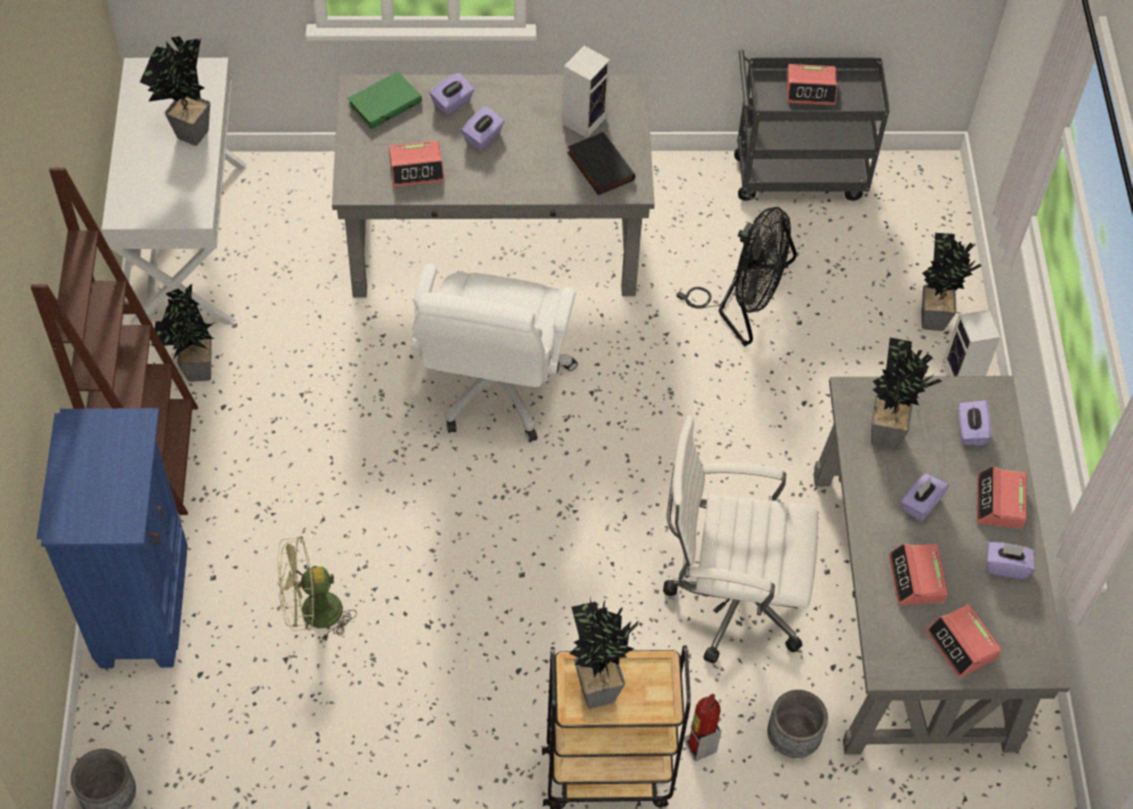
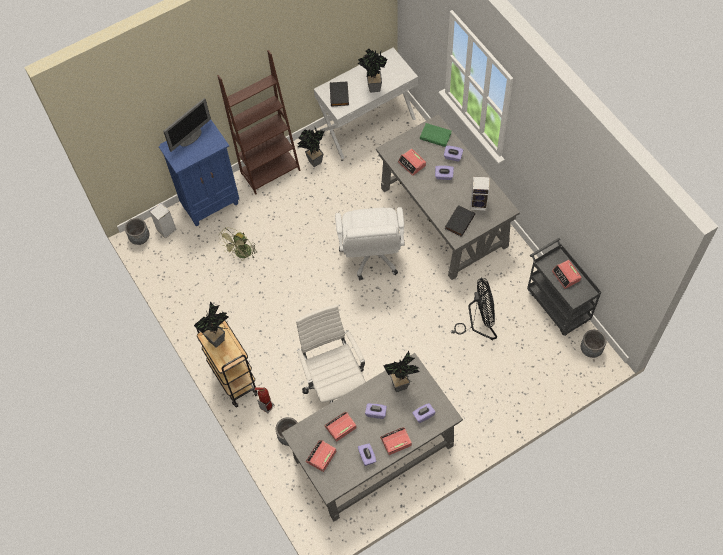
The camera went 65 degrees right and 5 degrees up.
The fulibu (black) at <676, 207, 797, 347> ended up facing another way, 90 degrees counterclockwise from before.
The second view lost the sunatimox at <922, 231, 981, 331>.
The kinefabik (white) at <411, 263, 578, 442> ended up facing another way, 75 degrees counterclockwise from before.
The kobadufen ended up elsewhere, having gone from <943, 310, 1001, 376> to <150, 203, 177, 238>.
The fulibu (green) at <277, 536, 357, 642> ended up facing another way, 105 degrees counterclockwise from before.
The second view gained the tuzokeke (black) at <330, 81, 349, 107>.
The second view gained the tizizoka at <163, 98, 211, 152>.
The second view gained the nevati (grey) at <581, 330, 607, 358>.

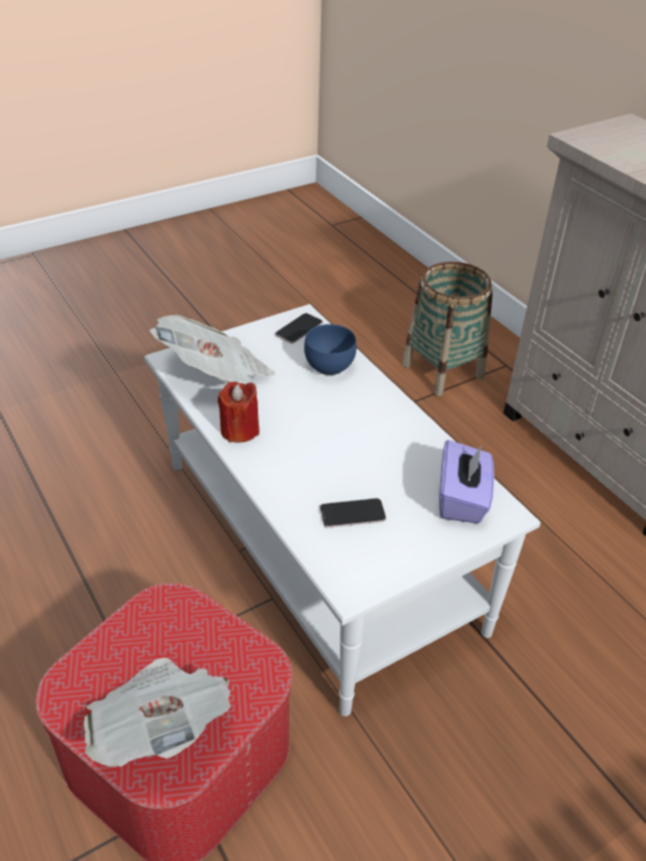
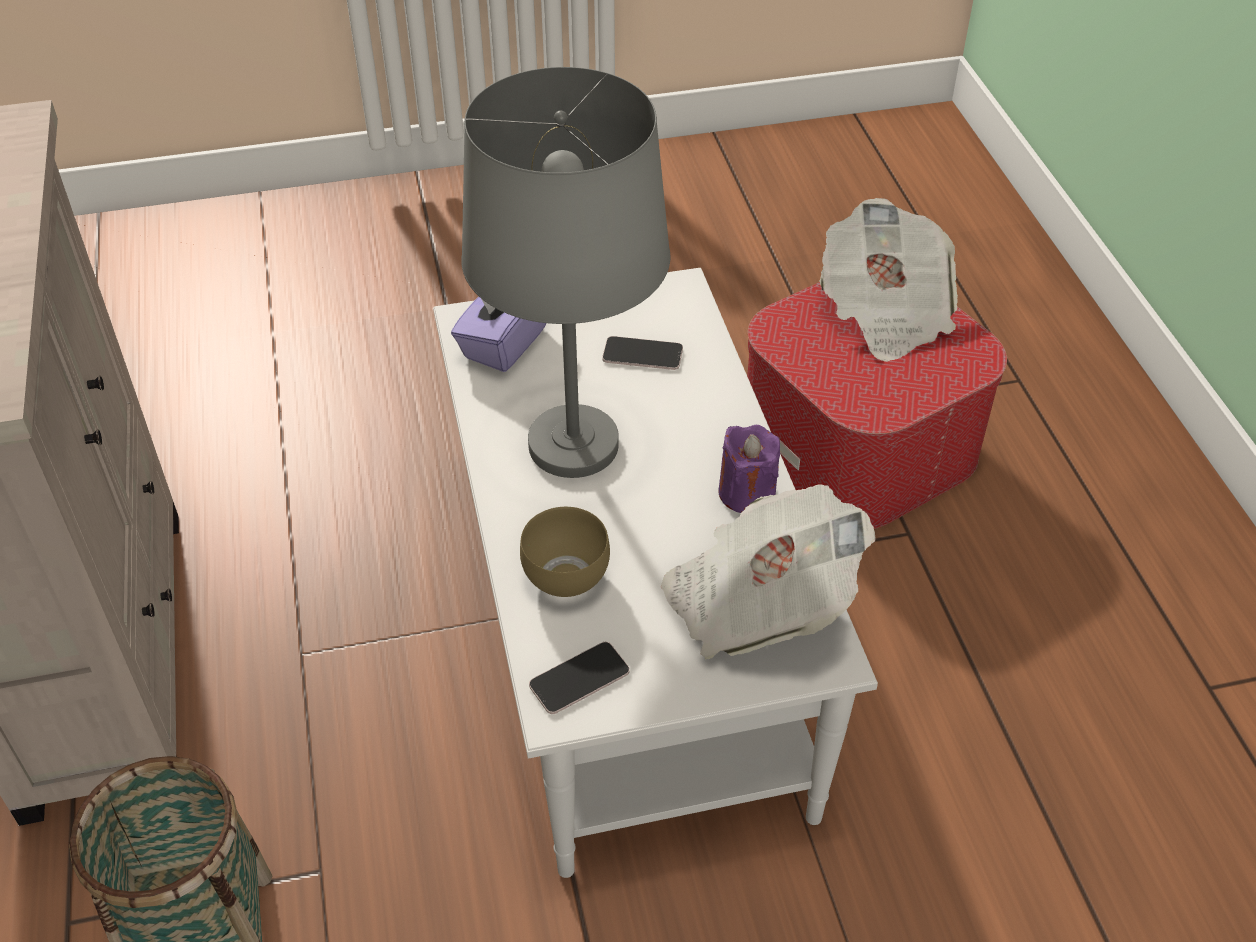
The camera went 160 degrees left and 5 degrees up.
What was the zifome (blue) at <304, 324, 356, 375> turned into the zifome (brown) at <520, 507, 610, 597>.
What was the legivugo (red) at <218, 382, 259, 443> turned into the legivugo (purple) at <718, 425, 780, 513>.
The second view gained the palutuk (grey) at <461, 67, 670, 478>.

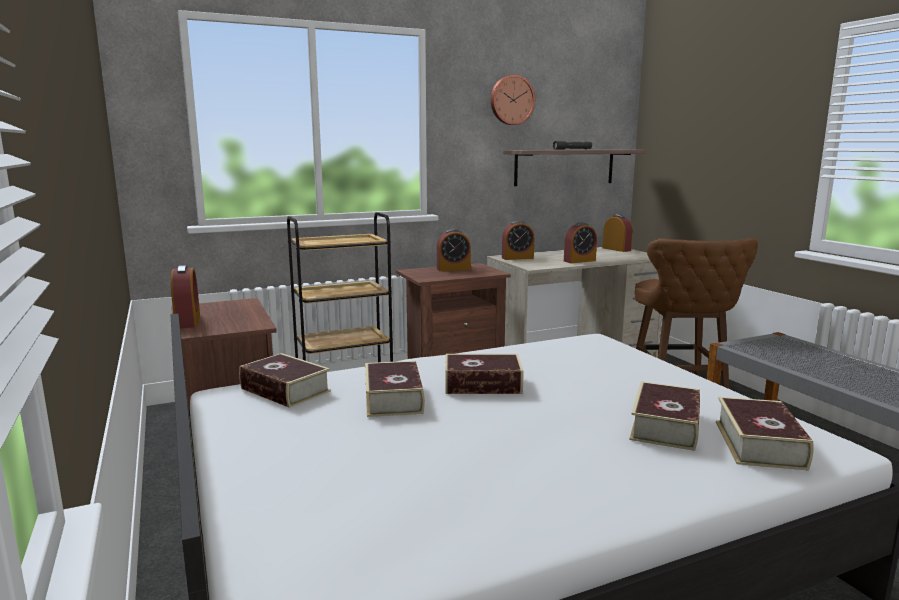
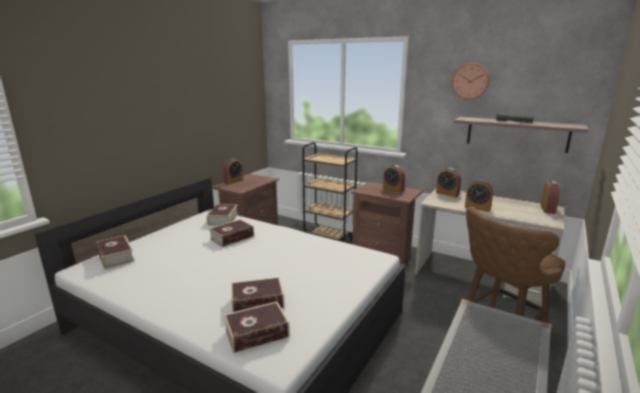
The camera went 55 degrees right and 5 degrees up.
The tuzokeke ended up elsewhere, having gone from <445, 354, 523, 394> to <96, 235, 135, 269>.

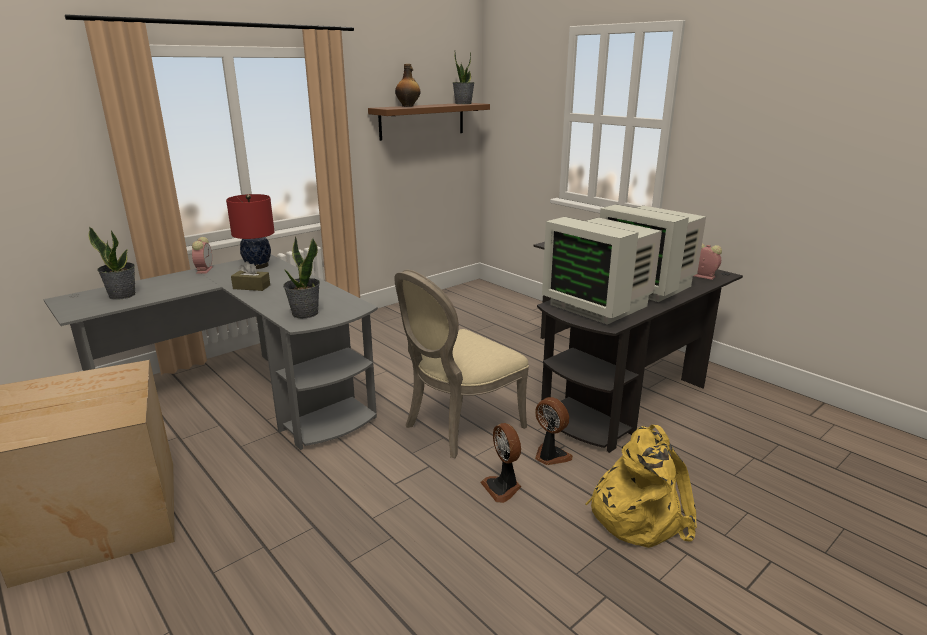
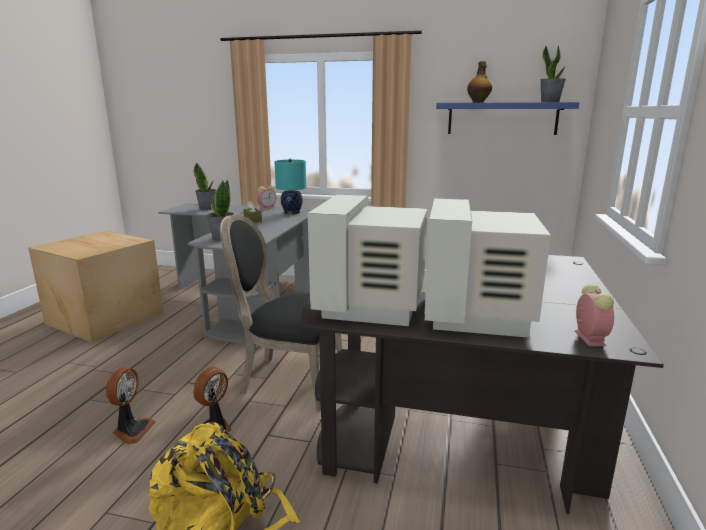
The camera went 55 degrees right and 5 degrees down.
What was the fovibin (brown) at <368, 103, 490, 141> turned into the fovibin (blue) at <436, 102, 579, 135>.
What was the palutuk (red) at <226, 194, 275, 269> turned into the palutuk (turquoise) at <275, 158, 306, 214>.
What was the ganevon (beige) at <394, 270, 529, 458> turned into the ganevon (black) at <220, 214, 342, 411>.
The fulibu ended up elsewhere, having gone from <535, 397, 573, 465> to <105, 367, 156, 444>.

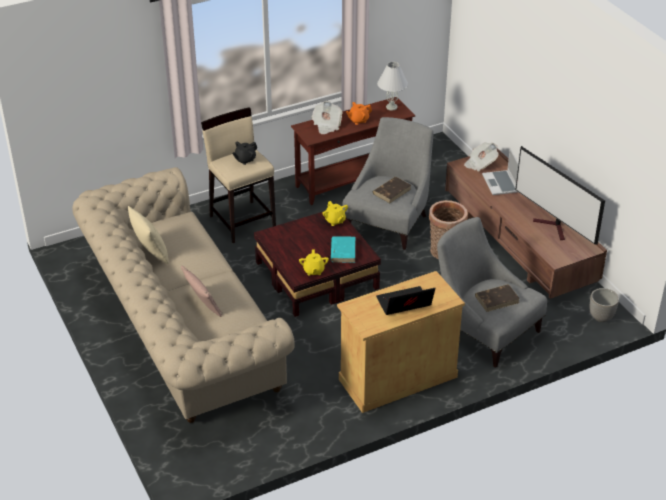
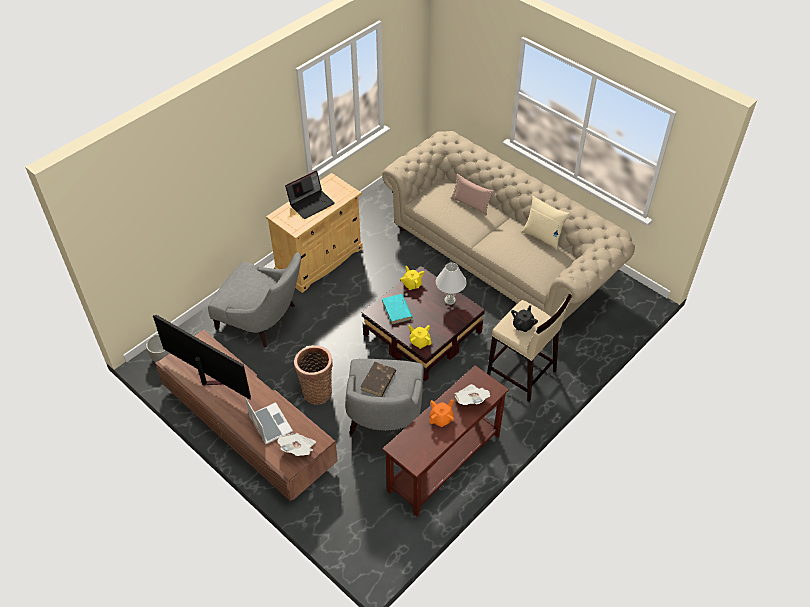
The camera went 160 degrees right and 10 degrees up.
The palutuk (white) ended up elsewhere, having gone from <377, 62, 408, 110> to <436, 262, 467, 305>.
The second view lost the tuzokeke (brown) at <475, 284, 520, 312>.

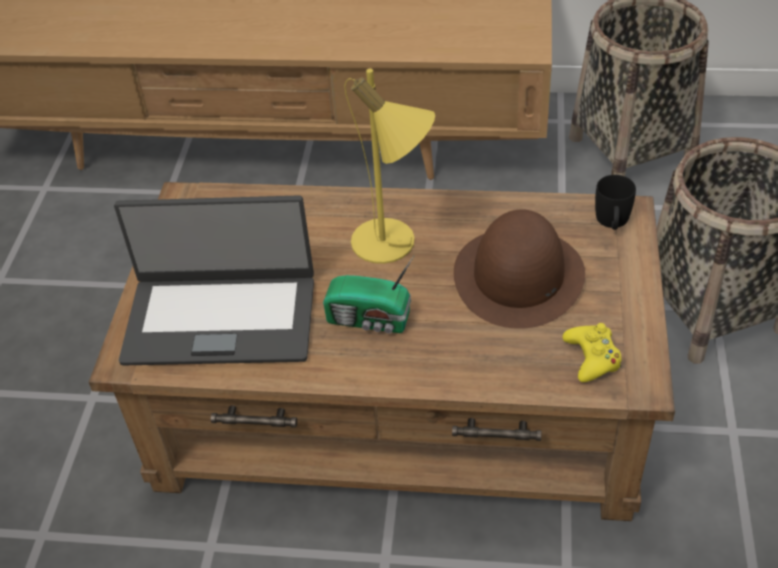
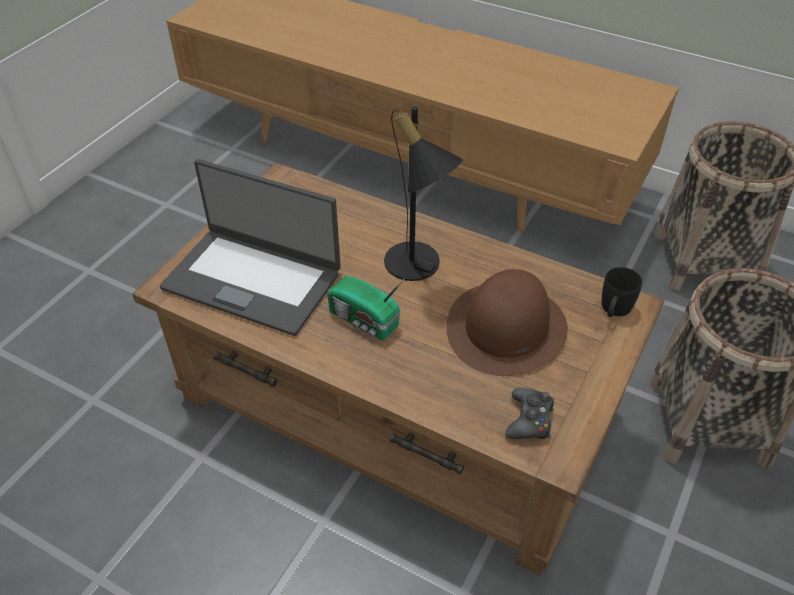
The camera went 20 degrees right and 0 degrees up.
What was the palutuk (yellow) at <344, 69, 435, 264> turned into the palutuk (black) at <384, 106, 463, 281>.
What was the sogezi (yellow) at <562, 323, 621, 382> turned into the sogezi (black) at <505, 388, 554, 439>.

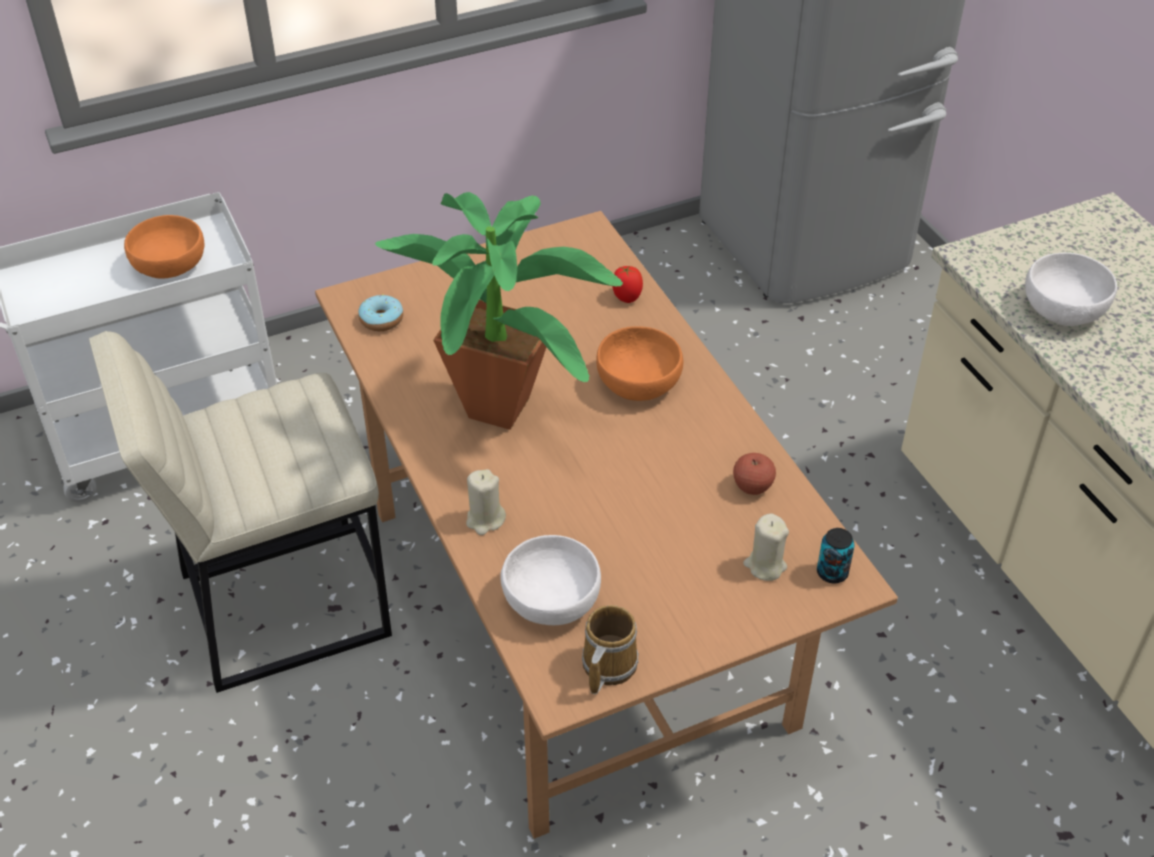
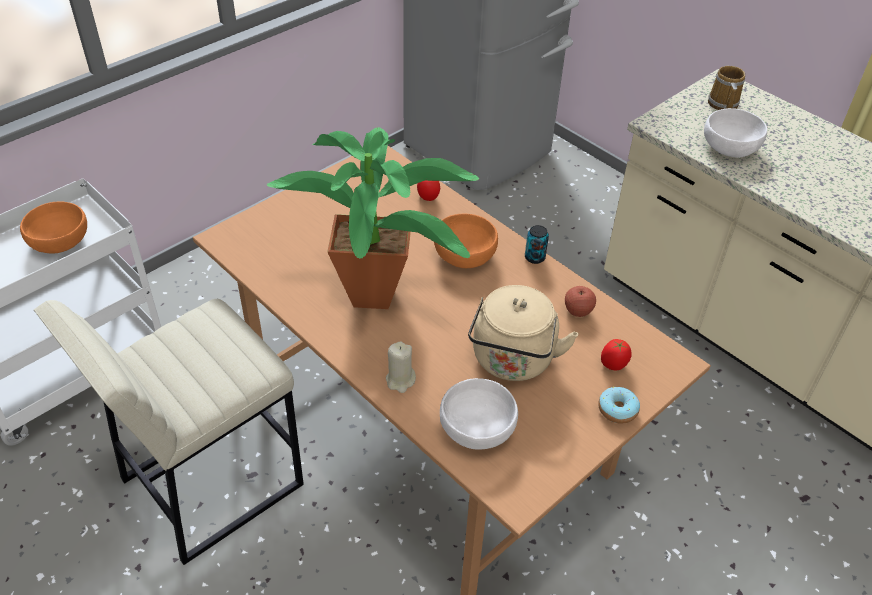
The camera went 20 degrees left and 0 degrees up.
The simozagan ended up elsewhere, having gone from <358, 294, 403, 331> to <598, 387, 640, 424>.
Where the legivugo (beige) stood at <743, 514, 789, 581>, the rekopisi came to stand at <601, 339, 632, 370>.
The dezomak ended up elsewhere, having gone from <817, 528, 855, 583> to <525, 225, 549, 264>.
The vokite ended up elsewhere, having gone from <582, 605, 639, 694> to <708, 66, 745, 110>.
The second view gained the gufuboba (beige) at <468, 285, 579, 381>.

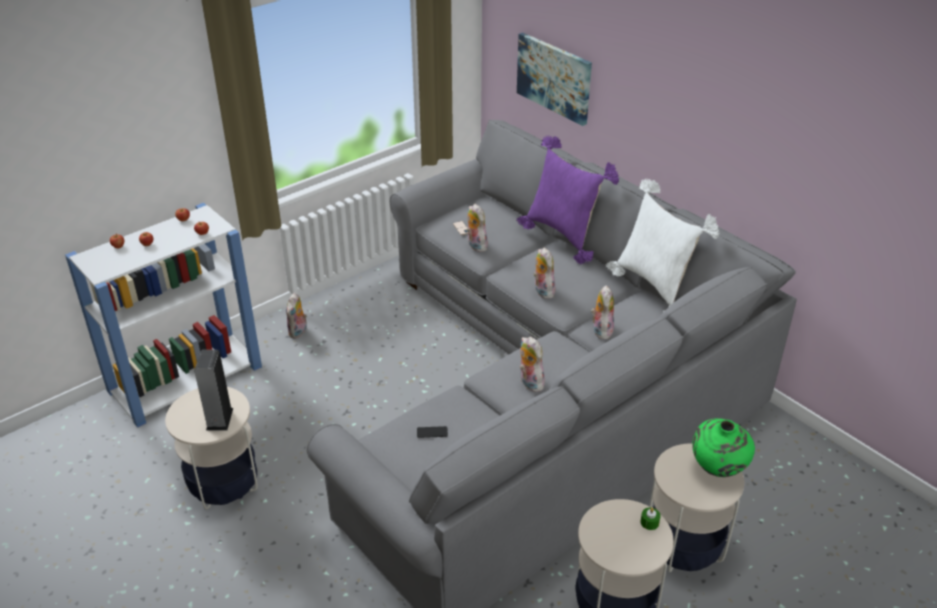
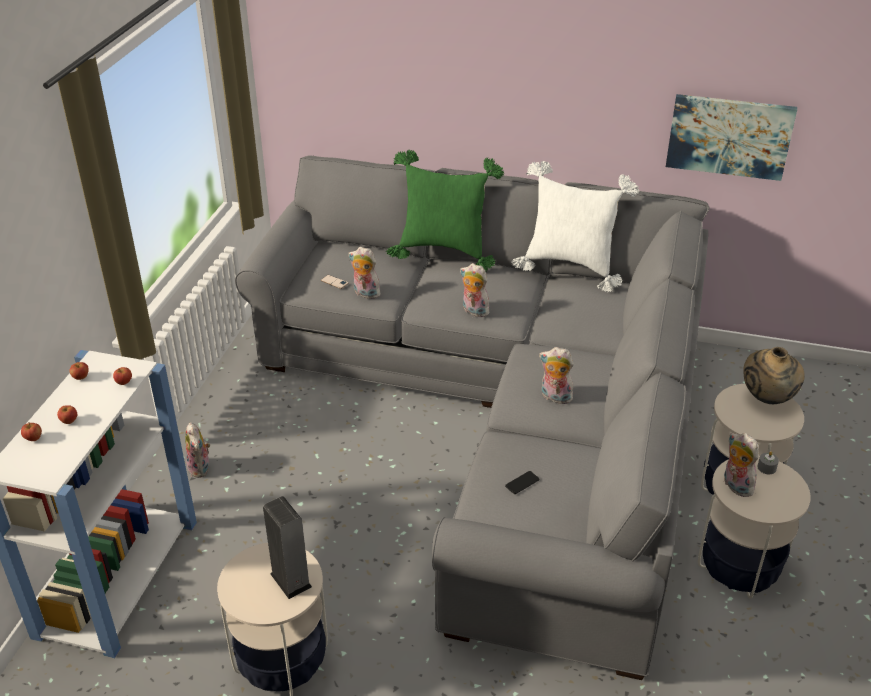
The camera went 35 degrees left and 0 degrees up.
The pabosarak ended up elsewhere, having gone from <517, 33, 592, 126> to <666, 94, 797, 181>.
What was the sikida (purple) at <516, 135, 619, 265> turned into the sikida (green) at <386, 150, 504, 272>.
The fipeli ended up elsewhere, having gone from <591, 285, 614, 340> to <724, 433, 759, 497>.
What was the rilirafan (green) at <692, 418, 755, 477> turned into the rilirafan (beige) at <744, 347, 805, 404>.
What was the legivugo (green) at <641, 508, 661, 530> turned into the legivugo (grey) at <757, 452, 779, 474>.

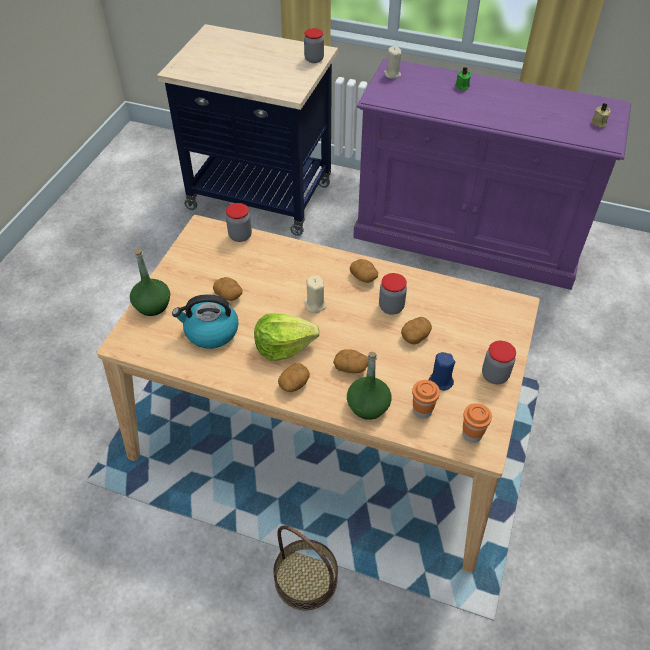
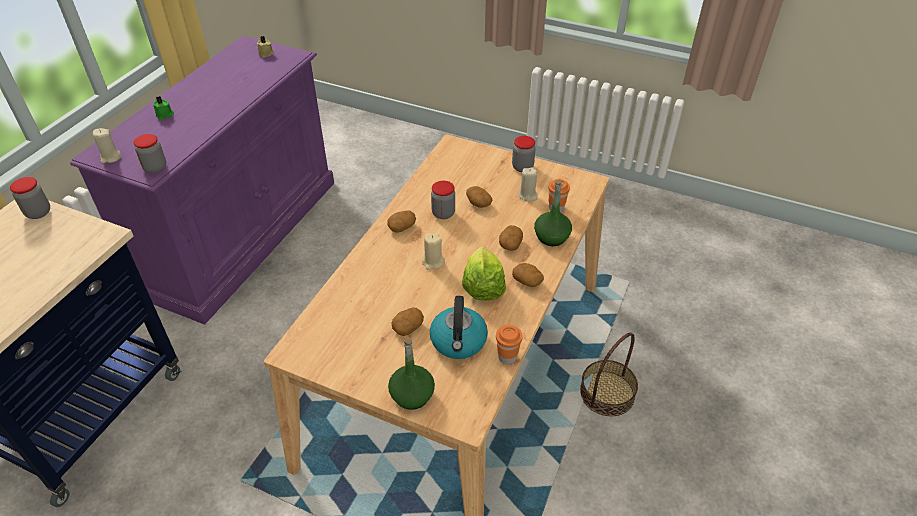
The camera went 85 degrees left and 5 degrees down.
The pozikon ended up elsewhere, having gone from <226, 203, 252, 242> to <134, 134, 166, 173>.
What was the legivugo (blue) at <428, 352, 455, 391> turned into the legivugo (beige) at <519, 167, 537, 202>.
The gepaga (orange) ended up elsewhere, having gone from <462, 403, 492, 443> to <496, 325, 523, 364>.

